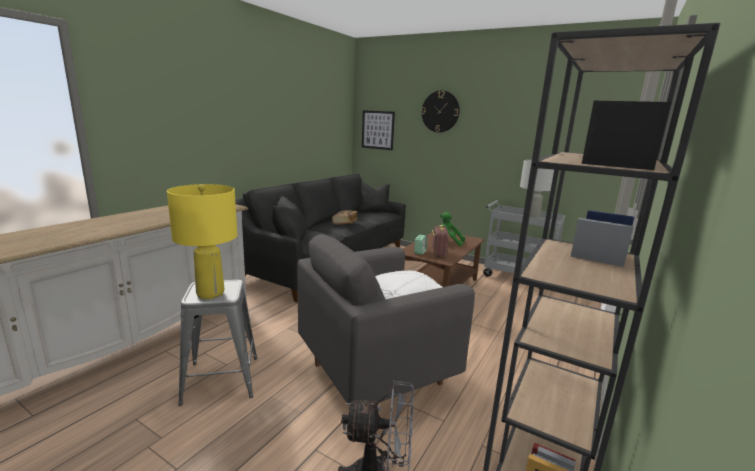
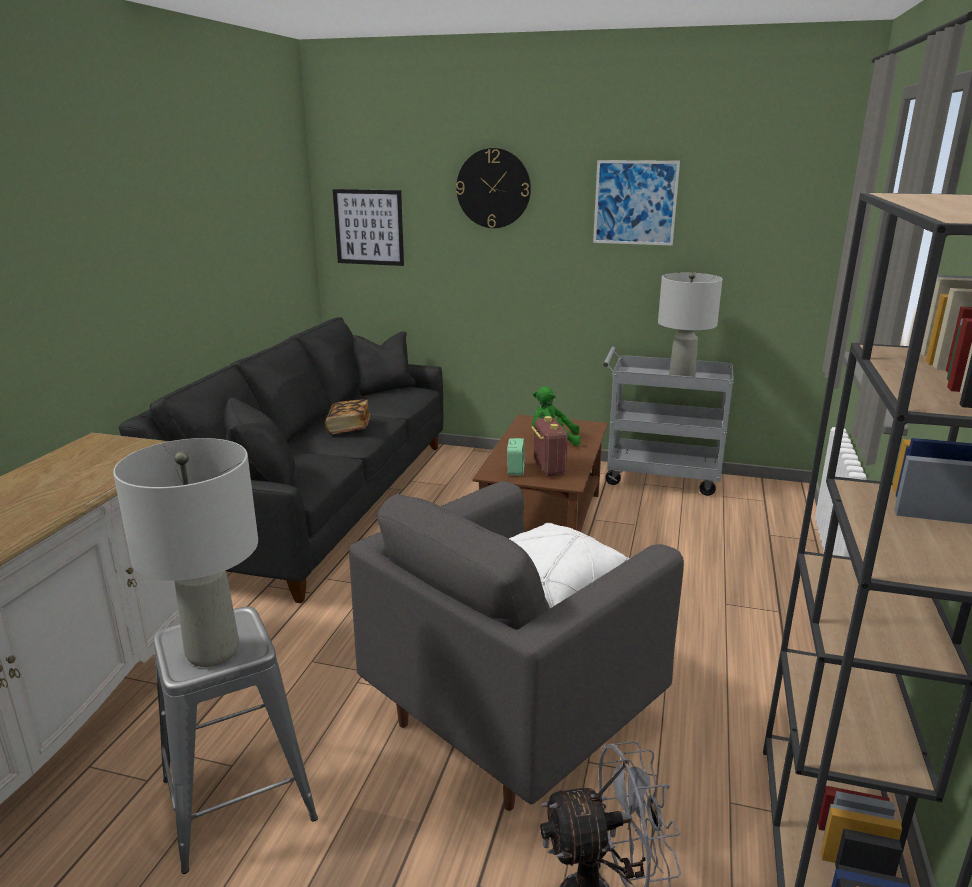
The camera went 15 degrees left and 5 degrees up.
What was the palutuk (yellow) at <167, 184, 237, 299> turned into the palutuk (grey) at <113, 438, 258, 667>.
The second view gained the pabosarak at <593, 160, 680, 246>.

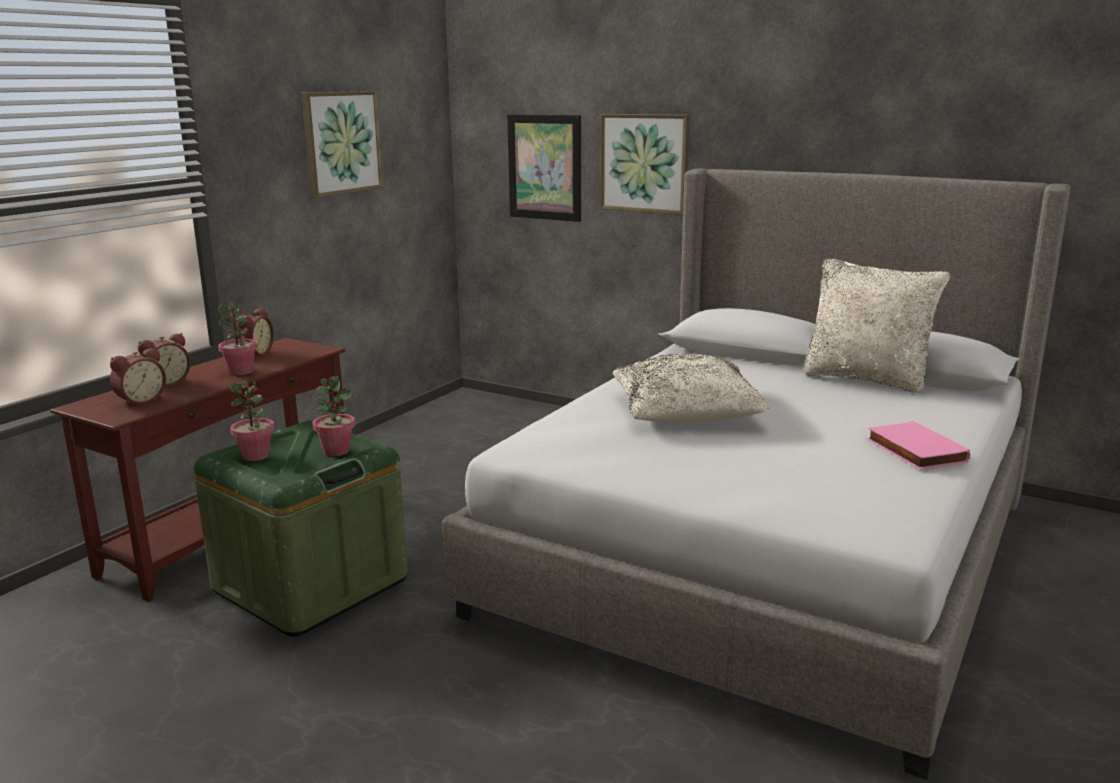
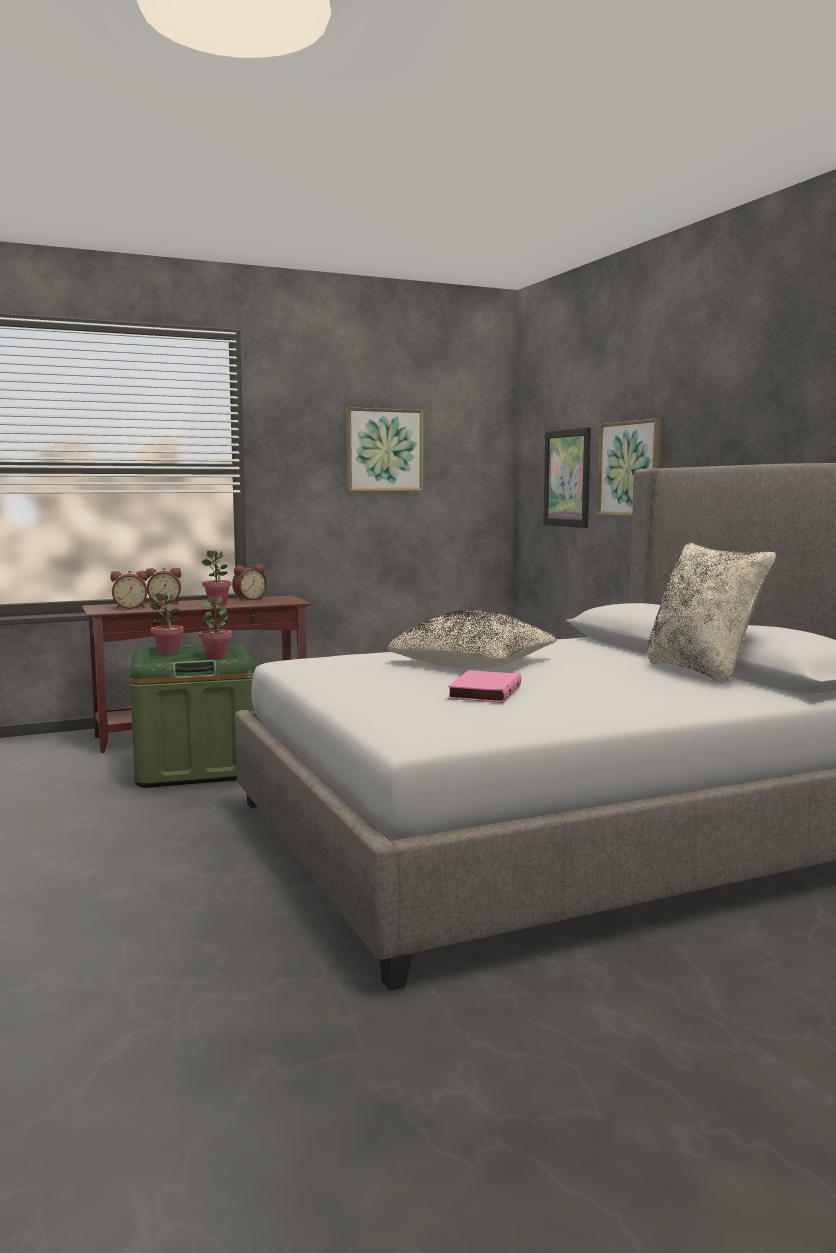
The camera went 35 degrees right and 10 degrees down.
The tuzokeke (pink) ended up elsewhere, having gone from <867, 421, 970, 470> to <447, 670, 521, 703>.

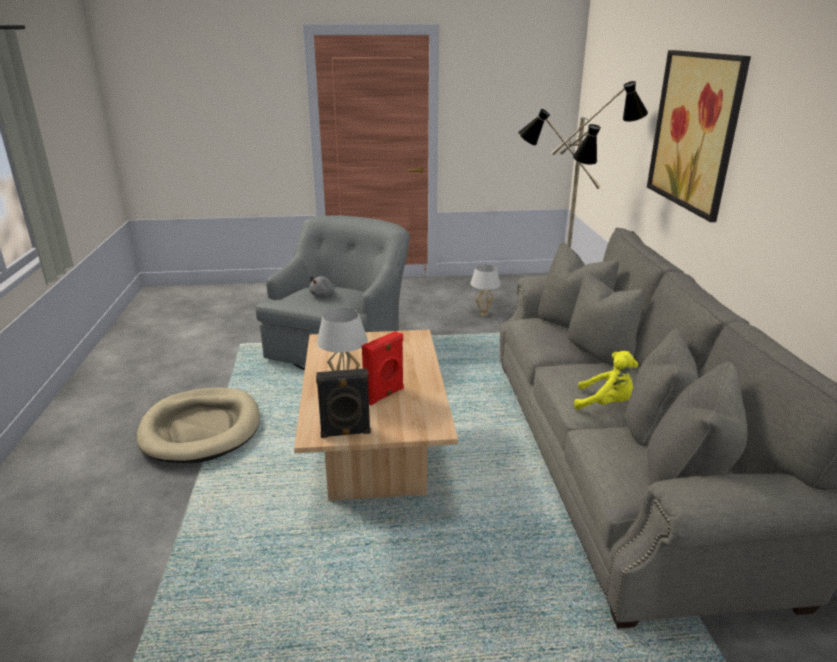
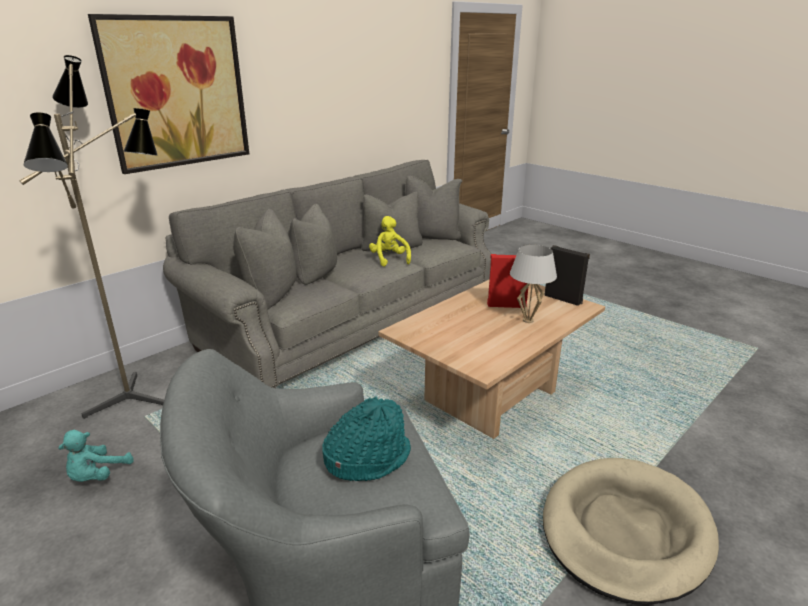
The camera went 130 degrees left and 0 degrees up.
Where the palutuk (white) stood at <470, 265, 500, 316>, the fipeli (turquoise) came to stand at <58, 430, 134, 482>.
Where the fipeli (grey) stood at <309, 275, 336, 297>, the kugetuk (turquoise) came to stand at <322, 397, 411, 481>.

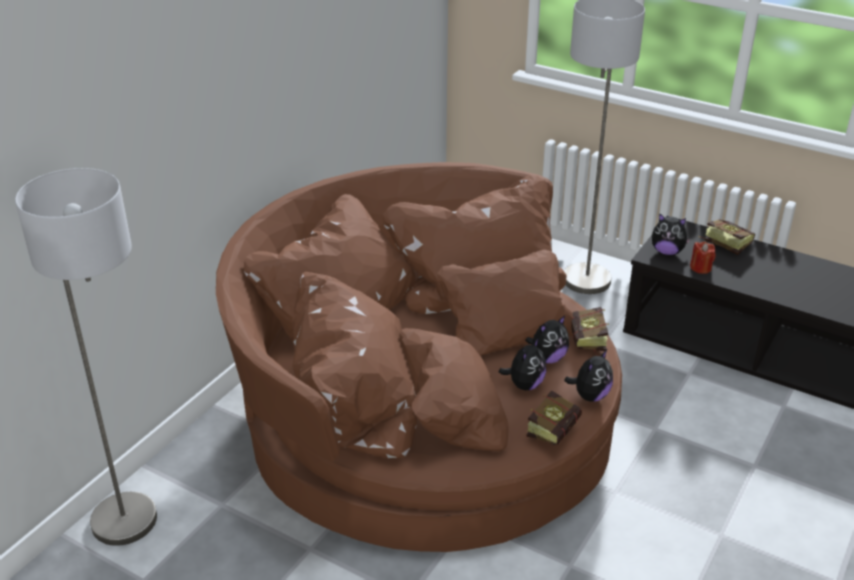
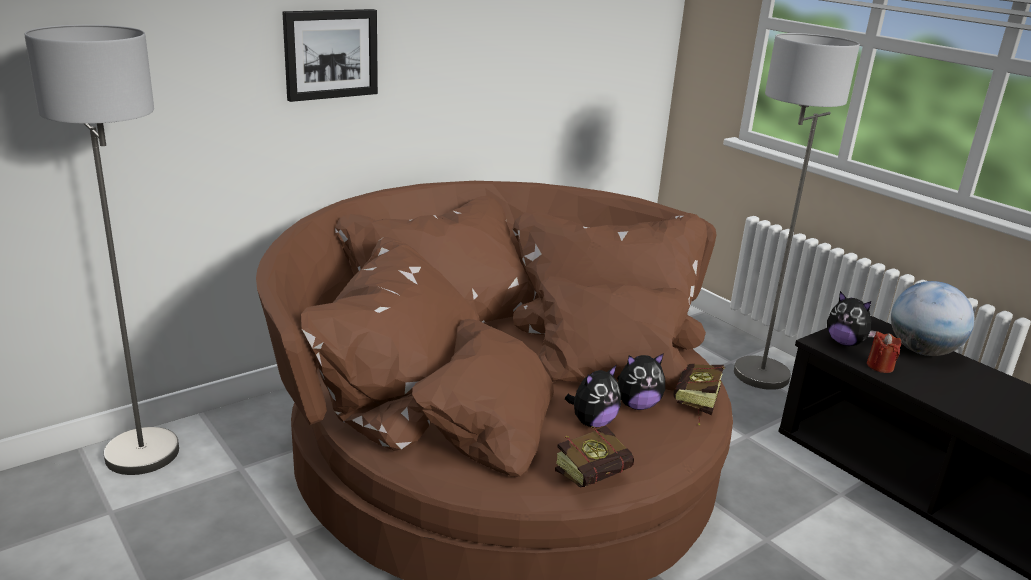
The camera went 20 degrees right and 10 degrees down.
Where the tuzokeke stood at <698, 219, 755, 255>, the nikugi came to stand at <891, 281, 975, 356>.
The second view lost the fipeli at <564, 350, 613, 402>.
The second view gained the pabosarak at <282, 9, 378, 102>.

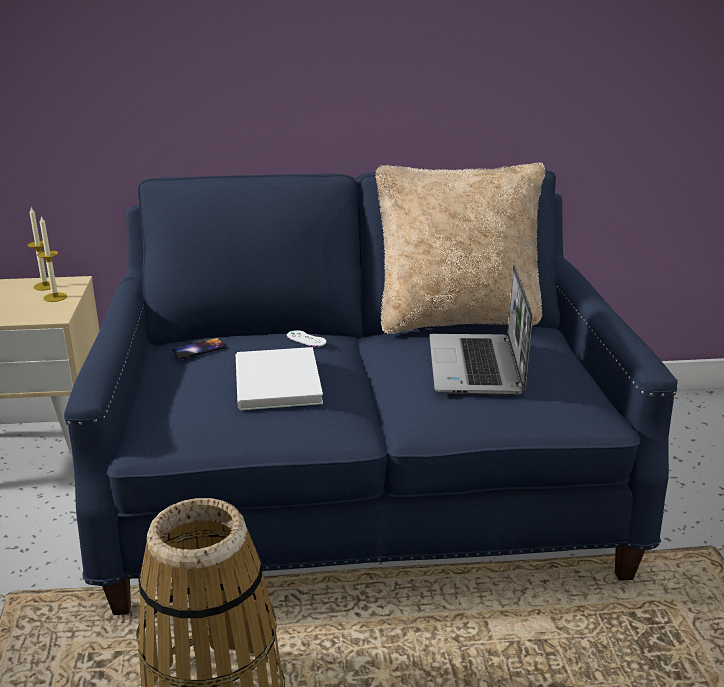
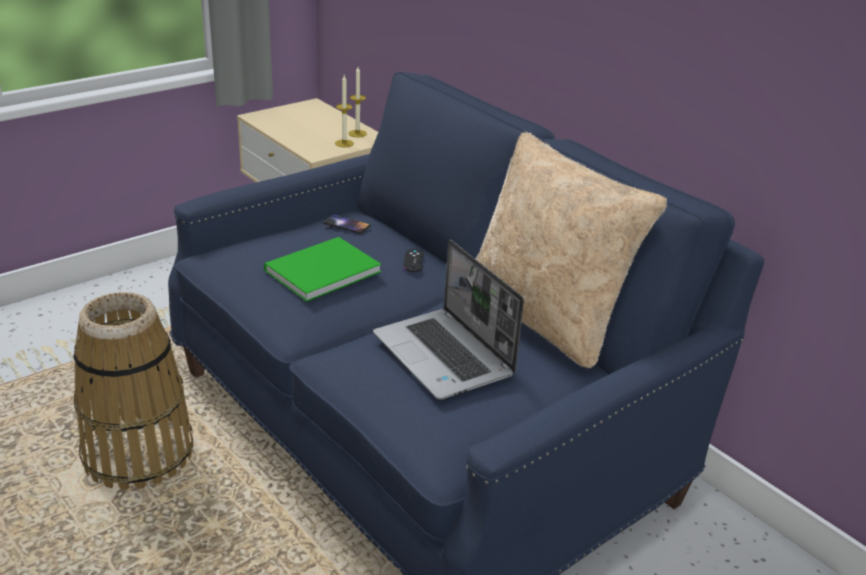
The camera went 55 degrees right and 5 degrees up.
The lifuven at <429, 265, 532, 395> ended up facing another way, 90 degrees counterclockwise from before.
What was the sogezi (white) at <287, 330, 326, 347> turned into the sogezi (black) at <403, 249, 424, 272>.
What was the tuzokeke (white) at <236, 347, 323, 410> turned into the tuzokeke (green) at <264, 237, 381, 302>.

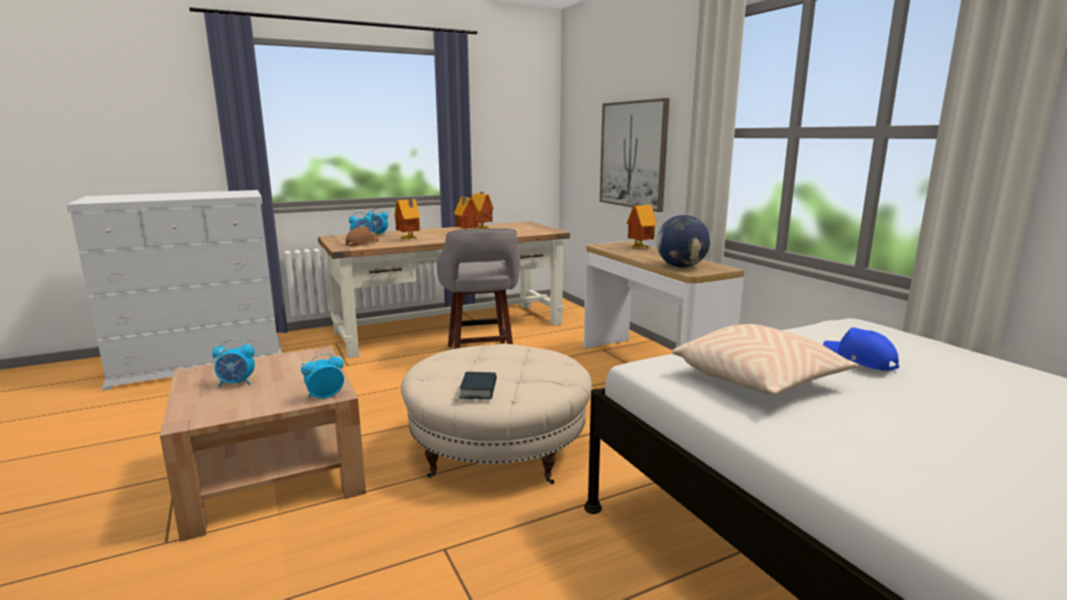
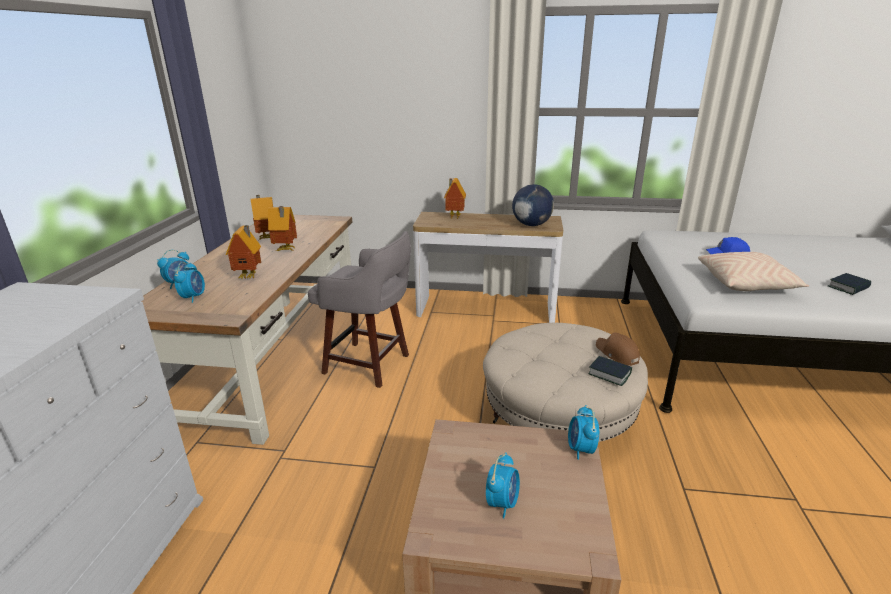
The camera went 55 degrees left and 10 degrees up.
The second view lost the pabosarak at <600, 98, 670, 212>.
The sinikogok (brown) ended up elsewhere, having gone from <346, 227, 379, 246> to <596, 332, 640, 366>.
The second view gained the tuzokeke at <828, 273, 871, 295>.

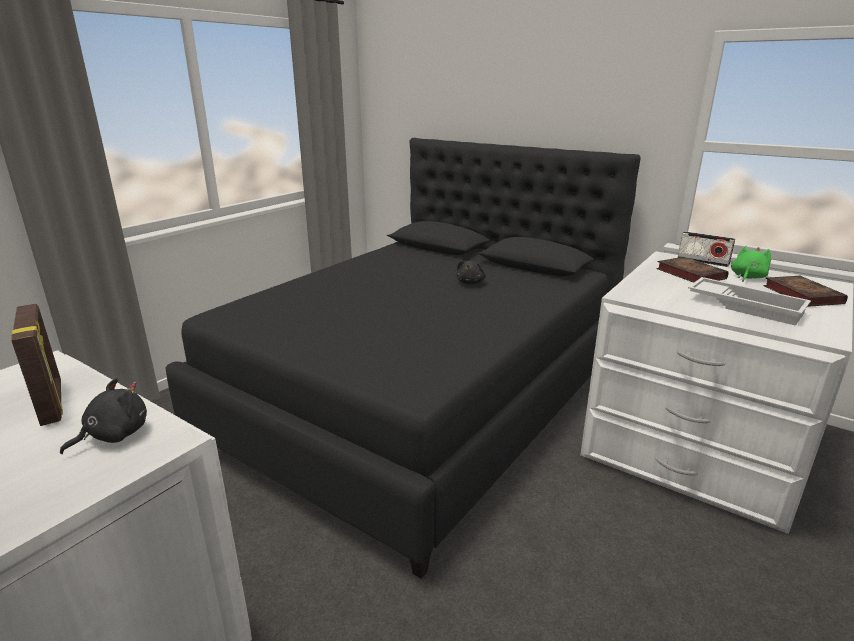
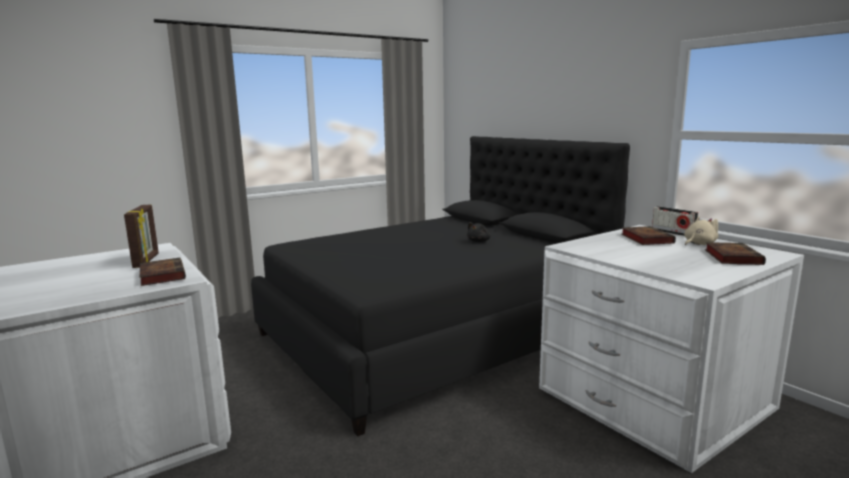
The camera went 20 degrees right and 10 degrees down.
What was the fipeli (green) at <731, 246, 771, 282> turned into the fipeli (beige) at <684, 216, 718, 246>.
The second view lost the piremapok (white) at <688, 277, 811, 326>.
Where the fipeli (black) stood at <60, 378, 147, 454>, the tuzokeke came to stand at <139, 258, 186, 286>.

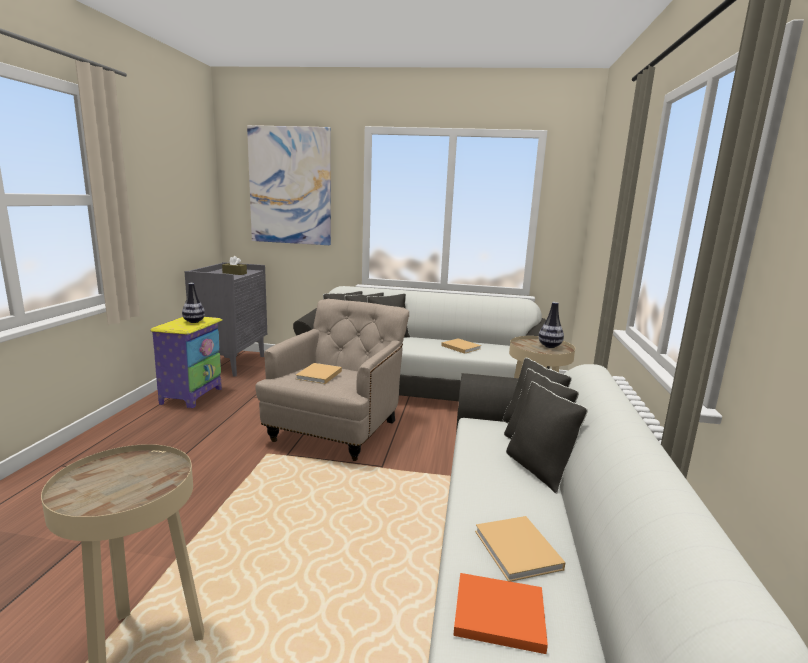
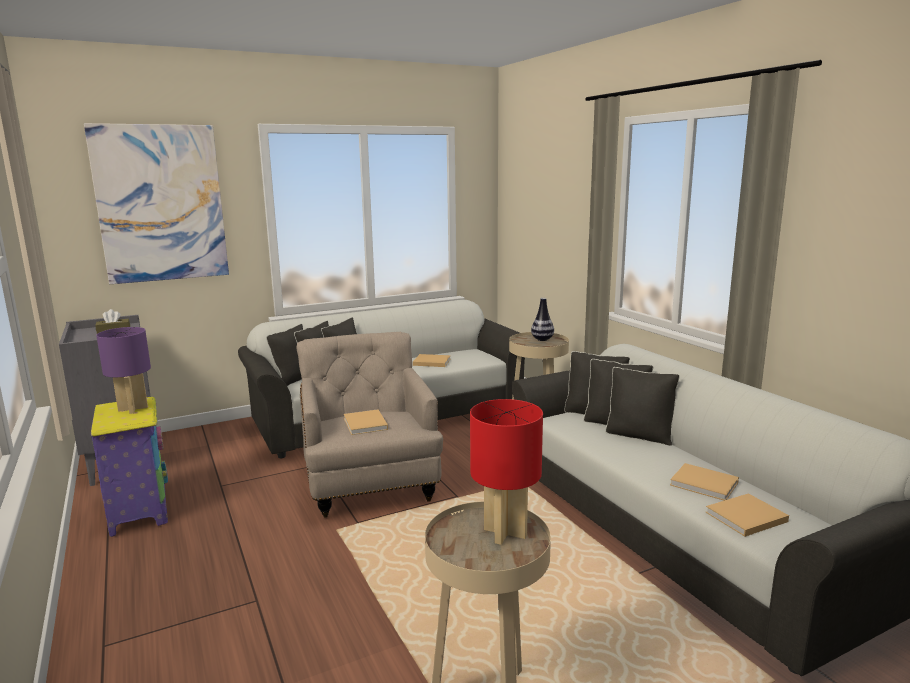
The camera went 35 degrees left and 0 degrees up.
Where the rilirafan stood at <182, 283, 205, 323>, the palutuk (purple) came to stand at <96, 327, 151, 414>.
What was the tuzokeke (orange) at <453, 573, 548, 654> turned into the tuzokeke (beige) at <705, 493, 789, 537>.
The second view gained the palutuk (red) at <470, 399, 543, 545>.

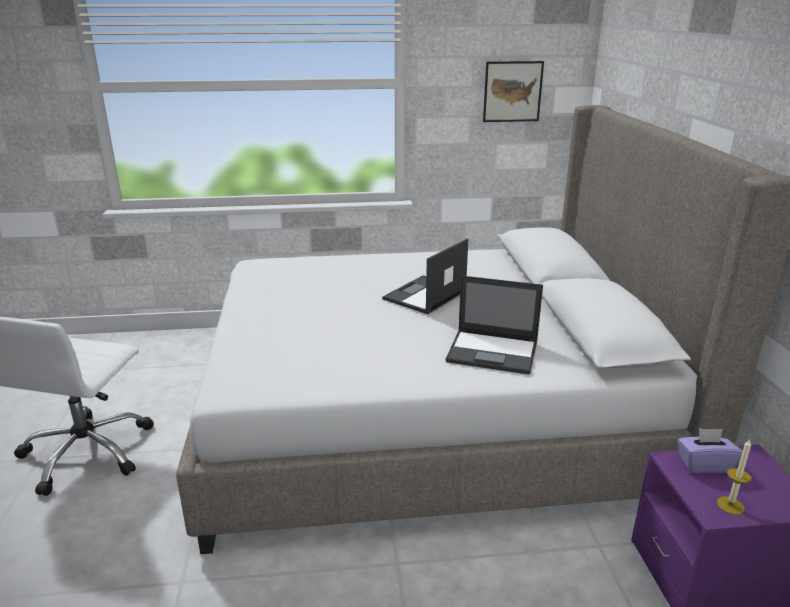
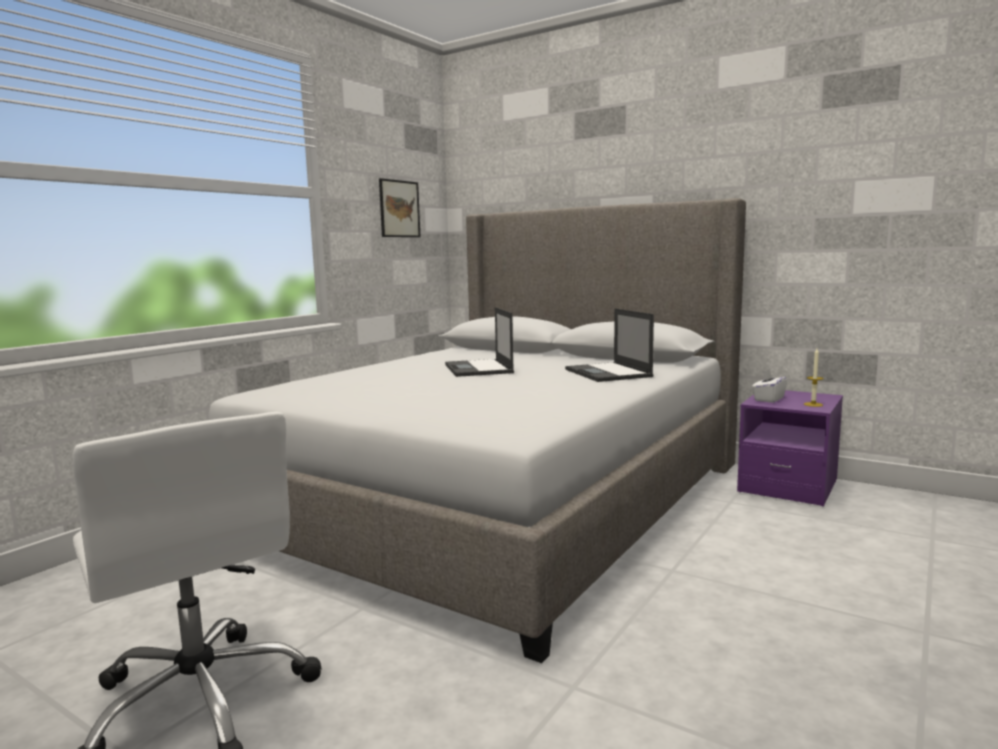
The camera went 50 degrees left and 15 degrees down.
The lifuven at <446, 275, 543, 375> ended up facing another way, 105 degrees clockwise from before.
What was the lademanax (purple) at <677, 428, 743, 473> turned into the lademanax (white) at <752, 369, 788, 403>.

